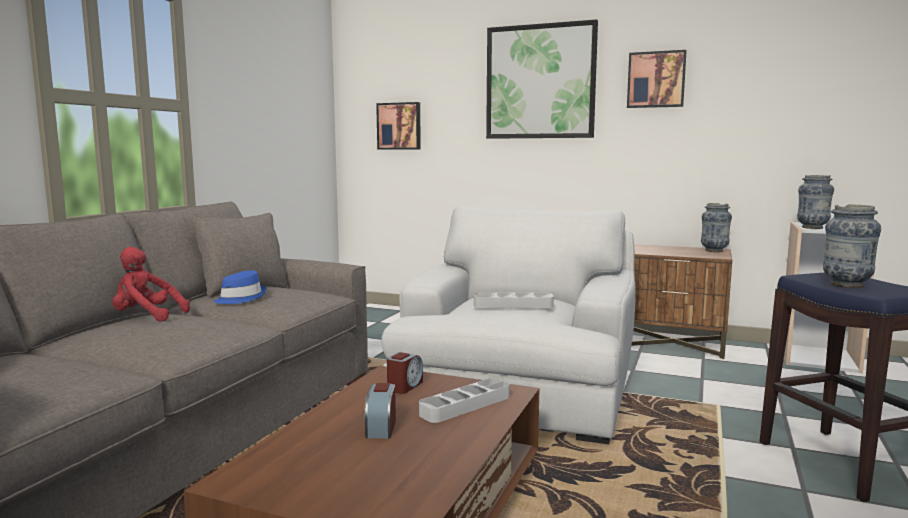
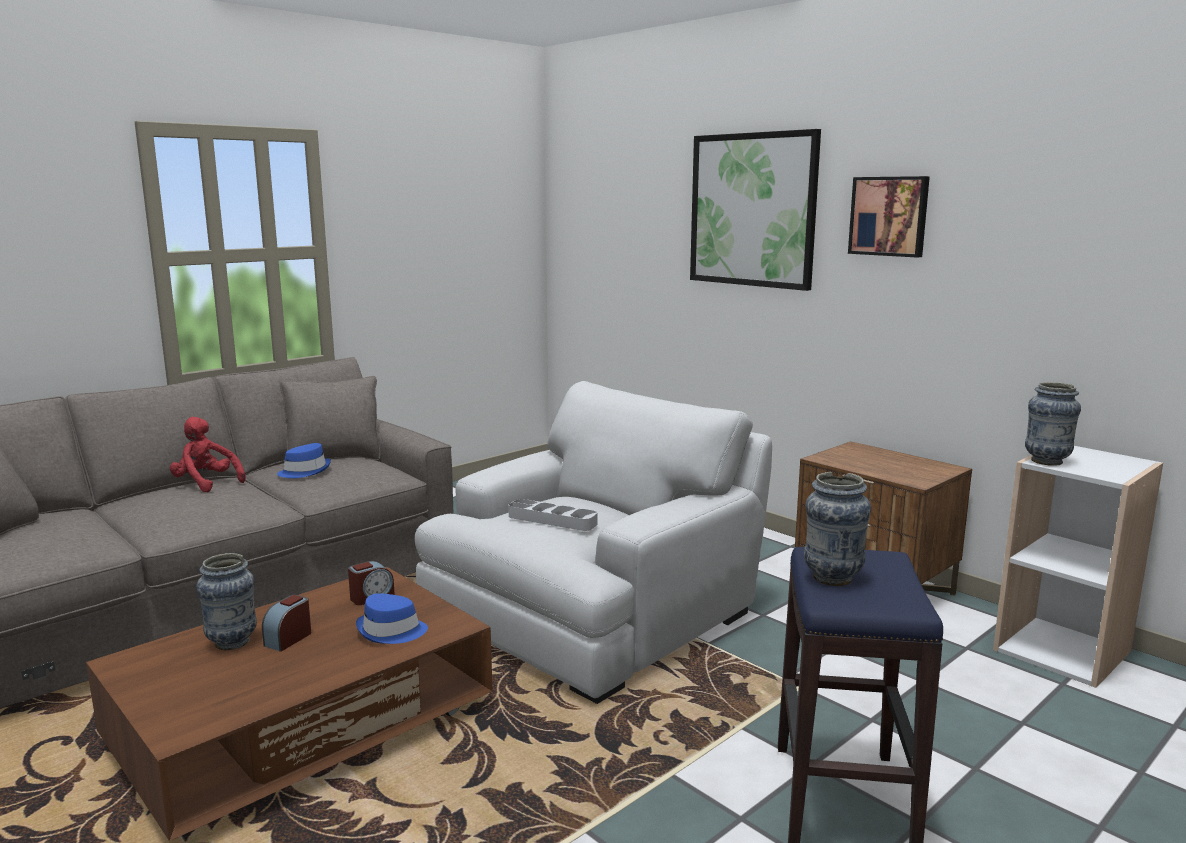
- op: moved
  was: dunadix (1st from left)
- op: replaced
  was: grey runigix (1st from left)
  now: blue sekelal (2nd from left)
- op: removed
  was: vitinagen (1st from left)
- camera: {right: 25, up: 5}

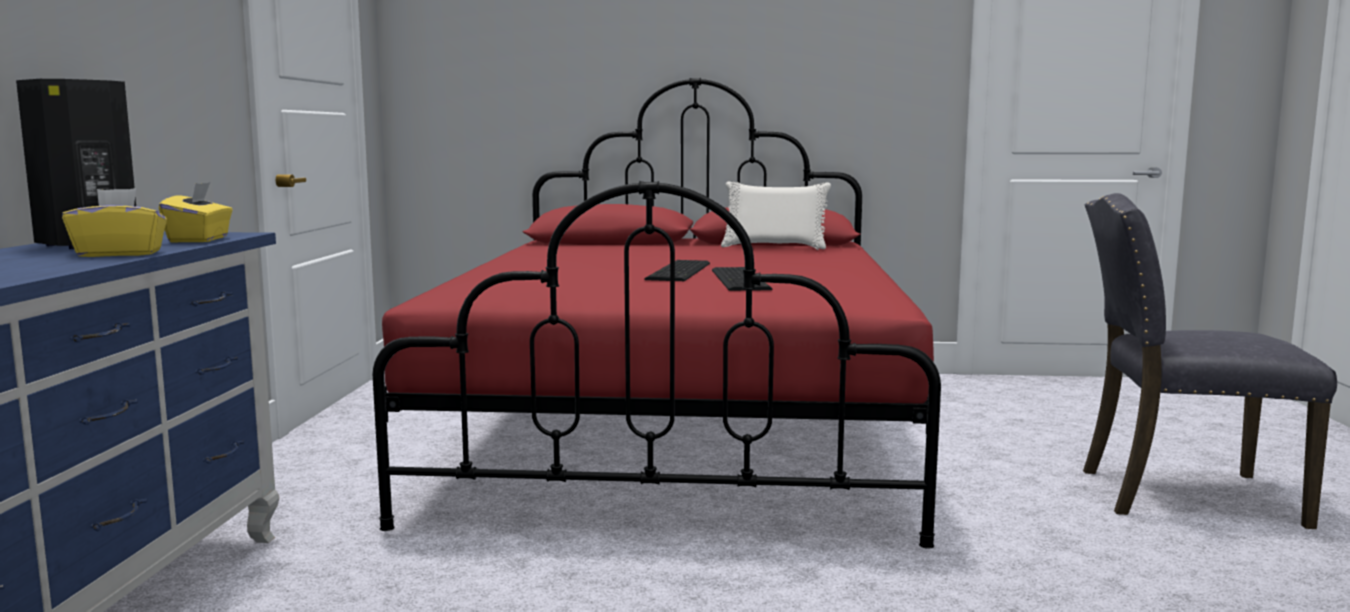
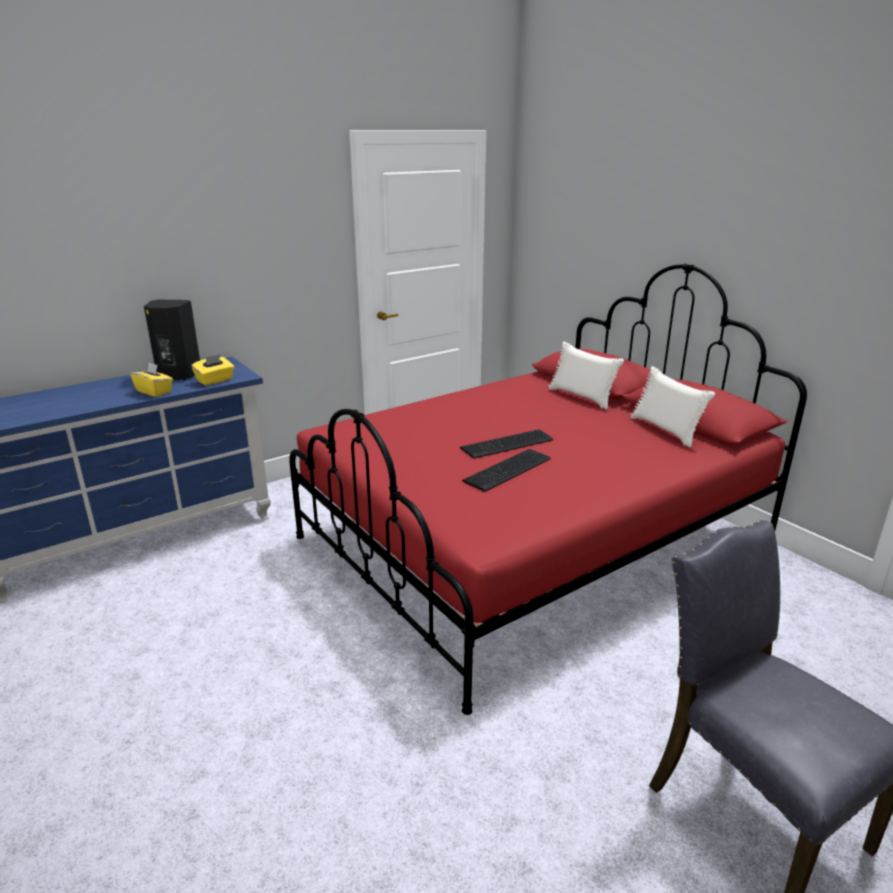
- op: added
  now: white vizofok (1st from left)
- camera: {right: 50, up: 15}

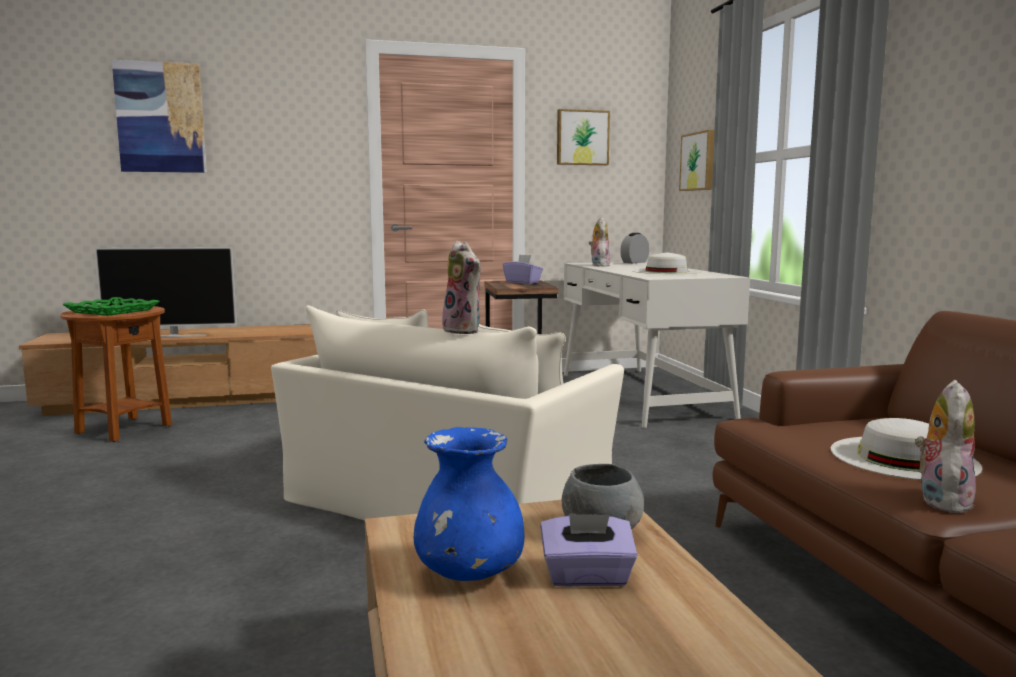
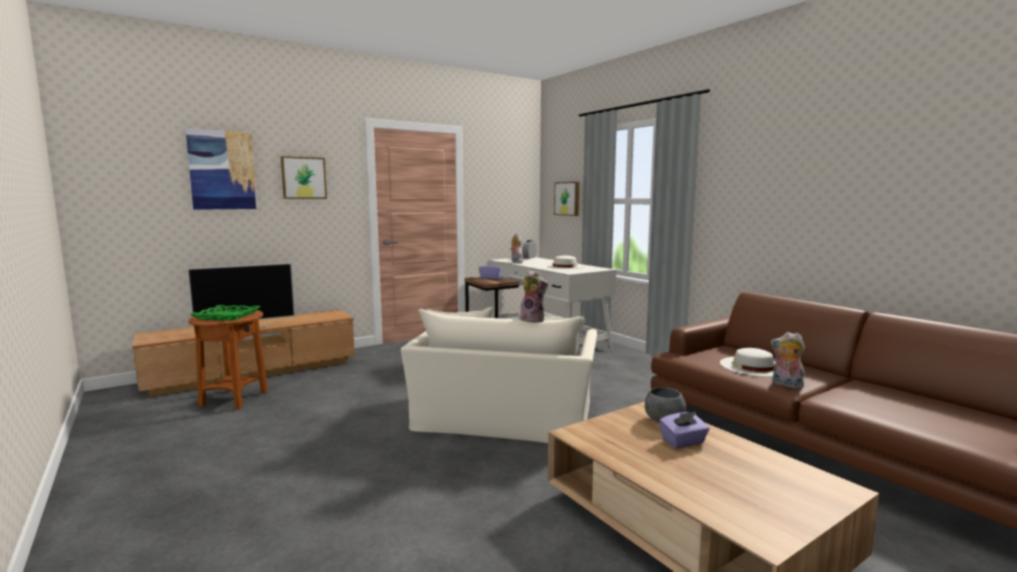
- op: moved
  was: vitinagen (2nd from left)
- op: turned
  was: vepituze (3rd from left)
  clockwise: -60
- op: removed
  was: blue dunadix
- camera: {right: -20, up: 0}

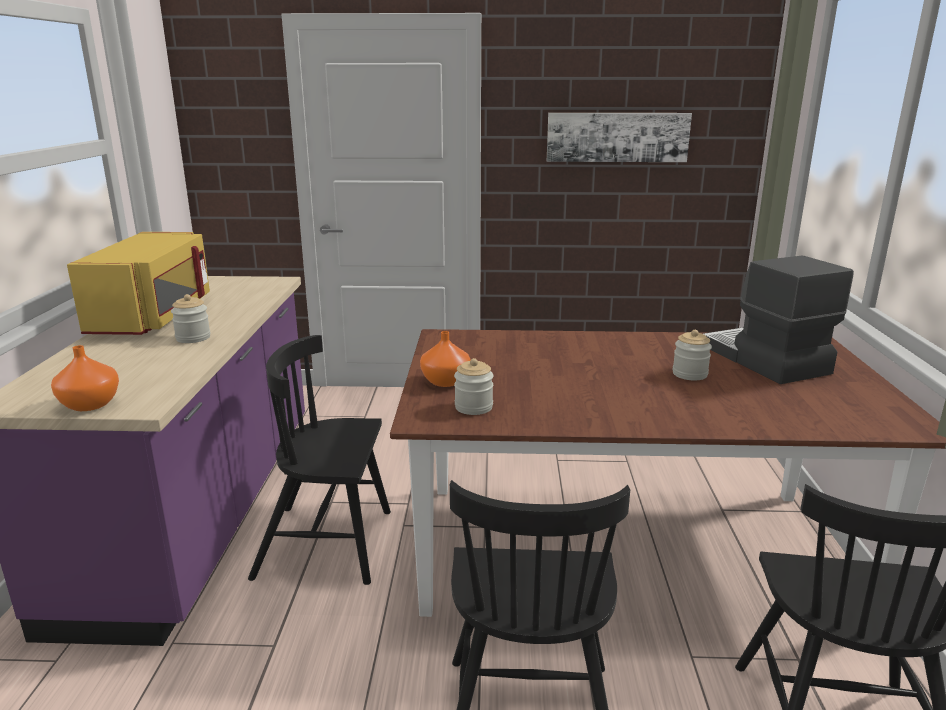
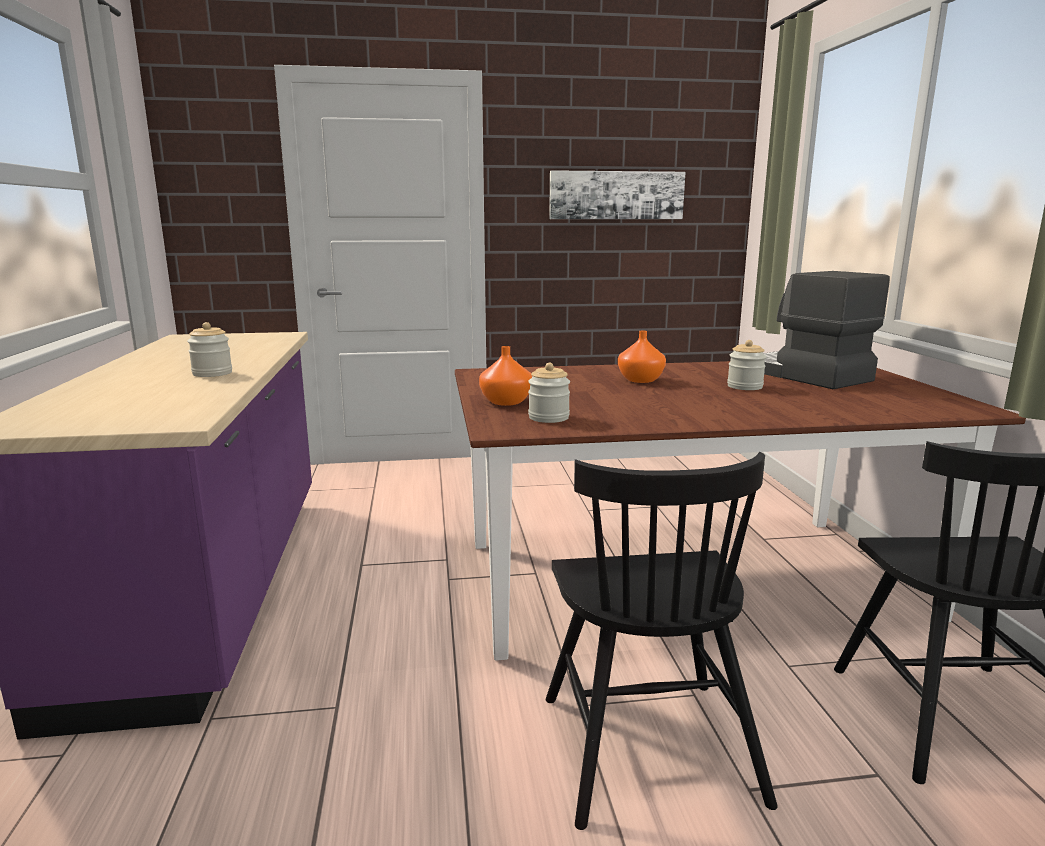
- op: moved
  was: orange dunadix (1st from left in the first image)
  now: orange dunadix (2nd from left)
- op: removed
  was: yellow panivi
- op: removed
  was: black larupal (1st from left)
- camera: {right: -10, up: -5}

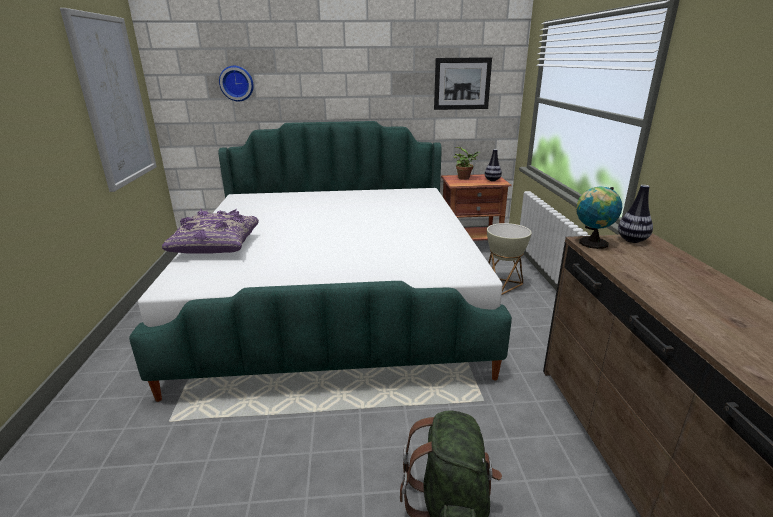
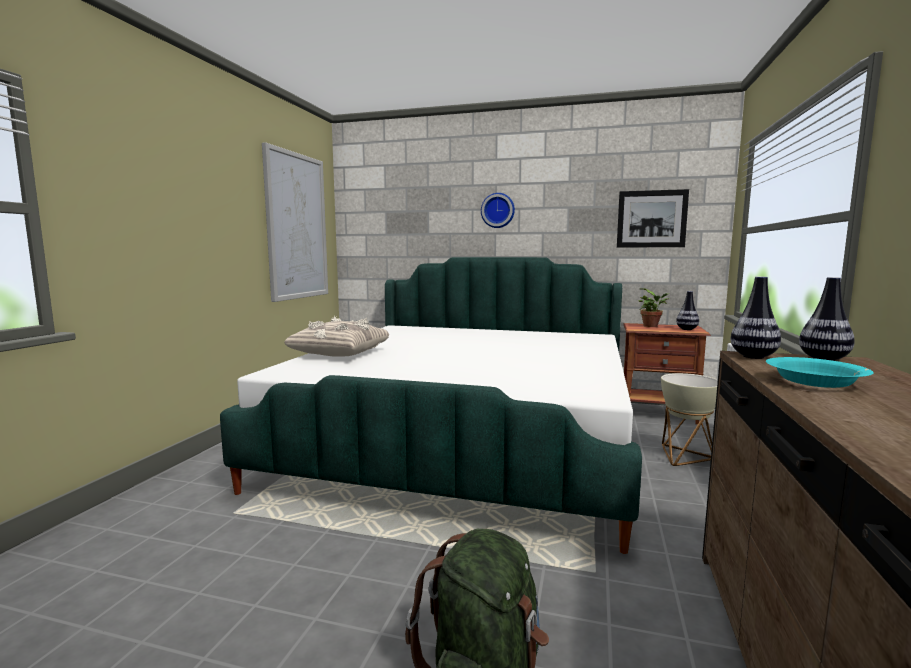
- op: recoloured
  was: purple vizofok
  now: beige vizofok
- op: moved
  was: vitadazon
- op: replaced
  was: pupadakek
  now: dunadix (2nd from left)
- op: added
  now: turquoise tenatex
- camera: {right: 20, up: -15}

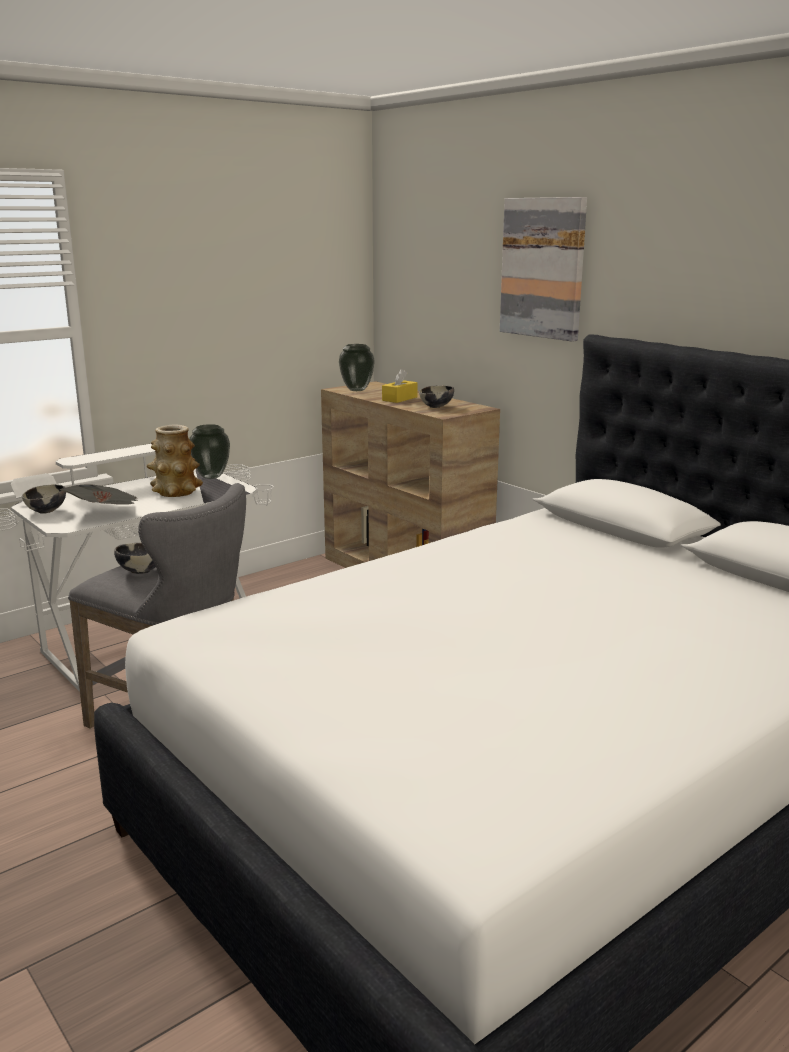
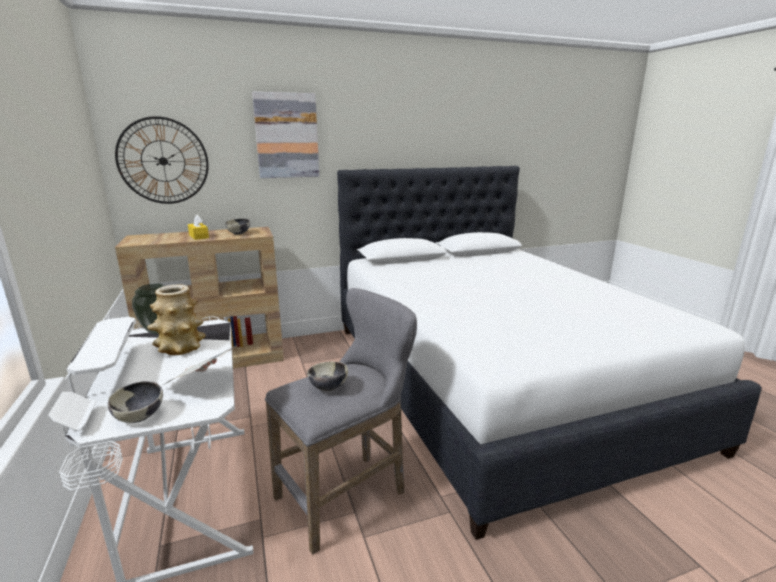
- op: added
  now: vitadazon
- op: removed
  was: dunadix (3rd from left)
- camera: {right: -70, up: 0}

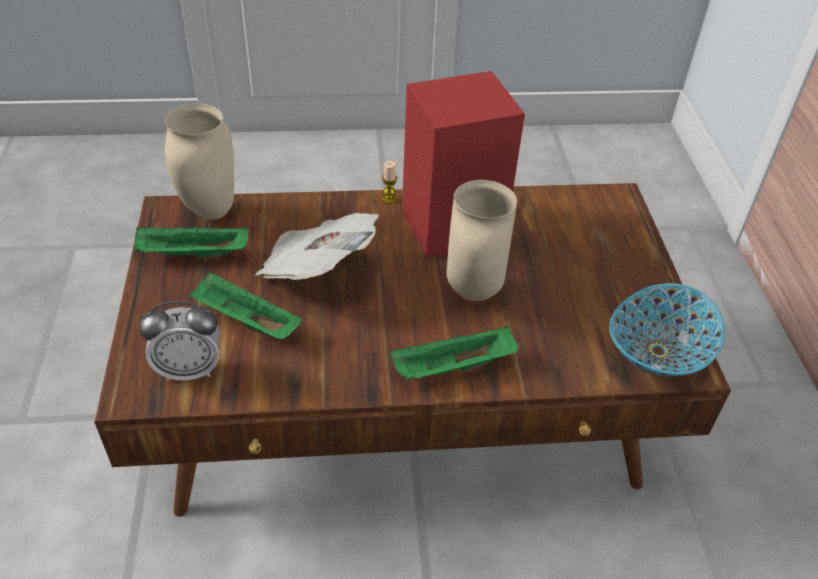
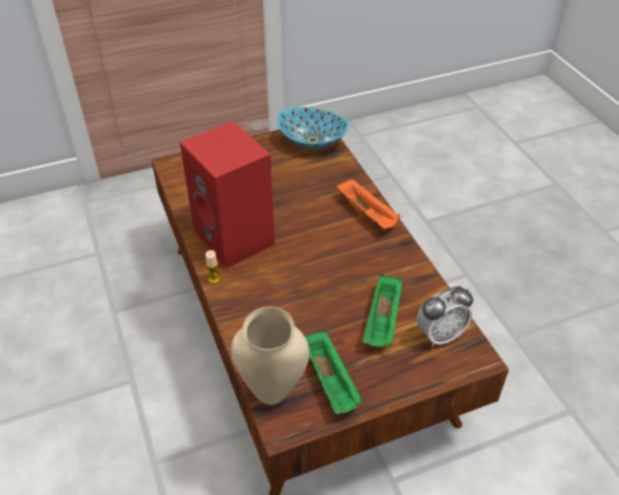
- op: recoloured
  was: green runigix (3rd from left)
  now: orange runigix
- op: turned
  was: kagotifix
  clockwise: 90
- op: removed
  was: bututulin
- op: removed
  was: beige dunadix (2nd from left)
- camera: {right: -105, up: 0}

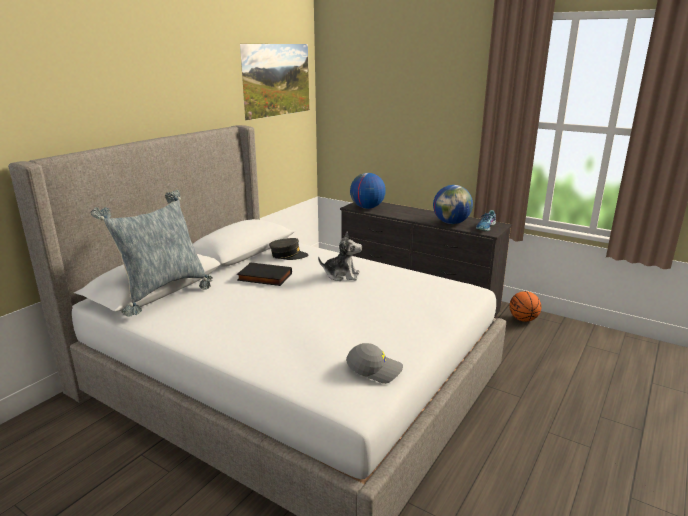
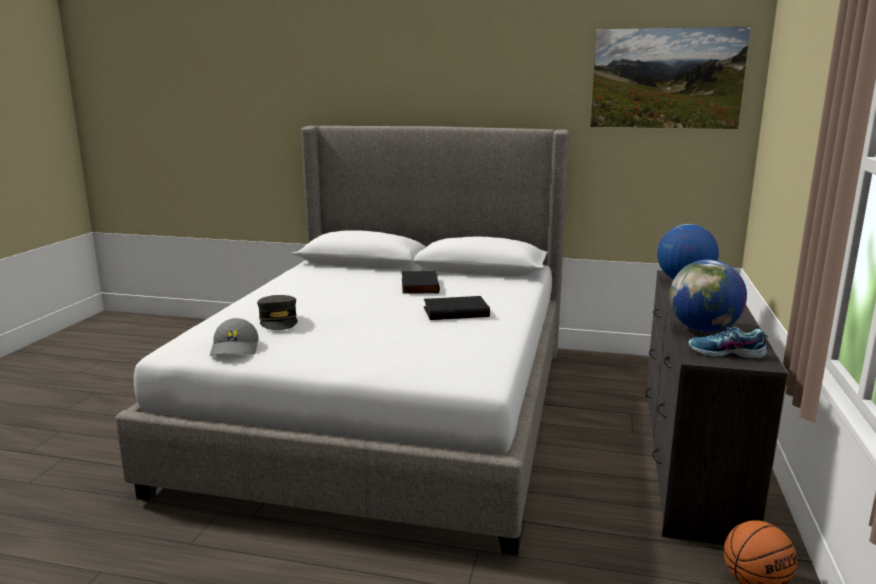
- op: moved
  was: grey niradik (1st from left in the first image)
  now: grey niradik (2nd from left)
- op: replaced
  was: vepituze
  now: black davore (2nd from left)
- op: removed
  was: vizofok
- camera: {right: 70, up: -5}

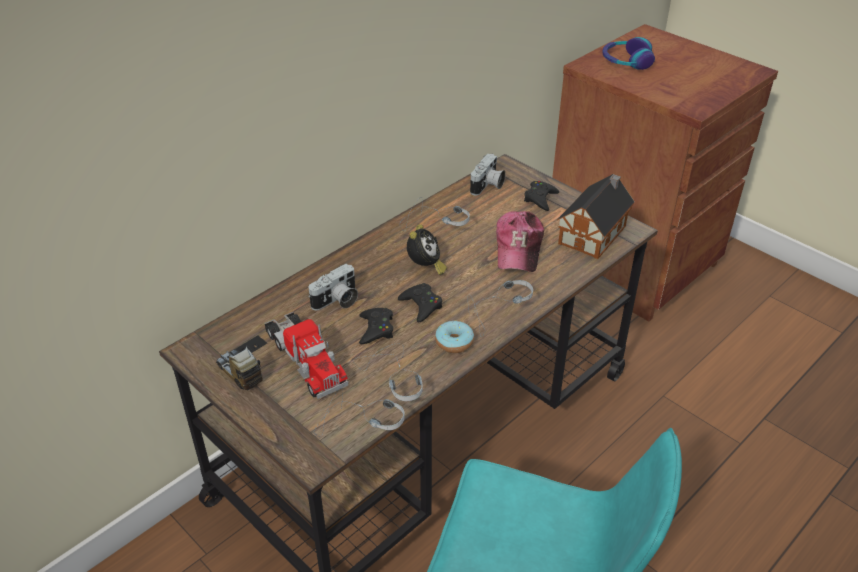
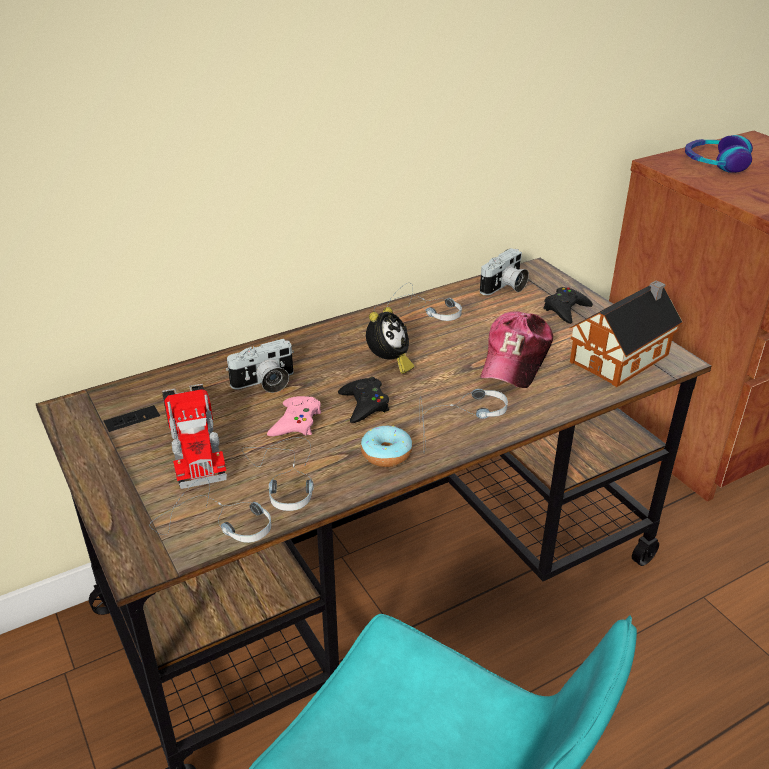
- op: recoloured
  was: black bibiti (1st from left)
  now: pink bibiti
- op: removed
  was: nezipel (1st from left)
- camera: {right: 15, up: -5}

